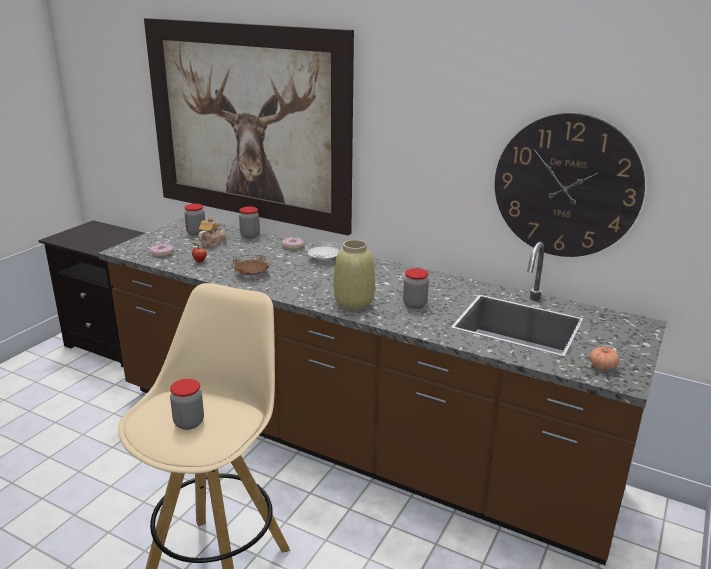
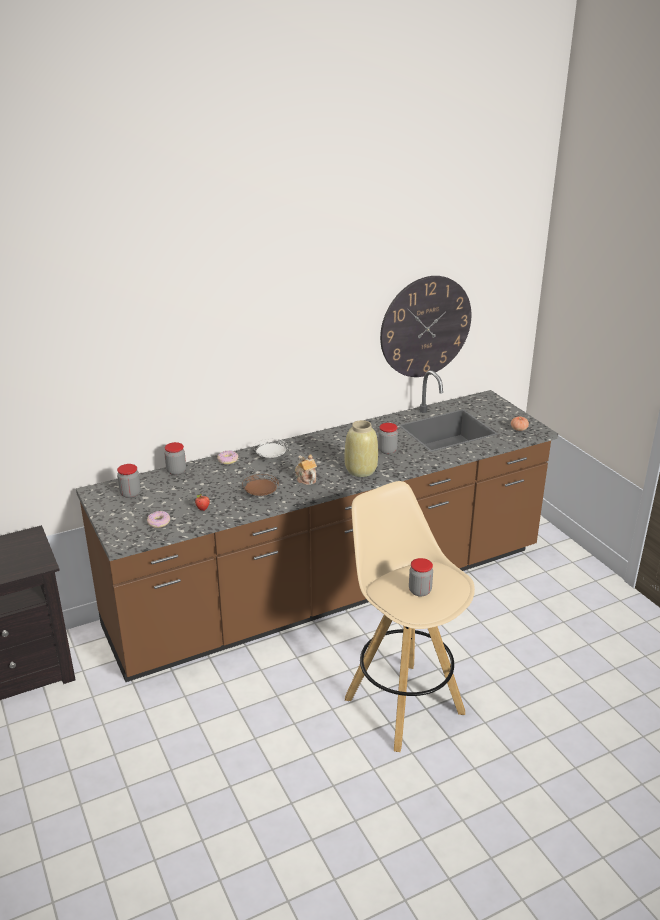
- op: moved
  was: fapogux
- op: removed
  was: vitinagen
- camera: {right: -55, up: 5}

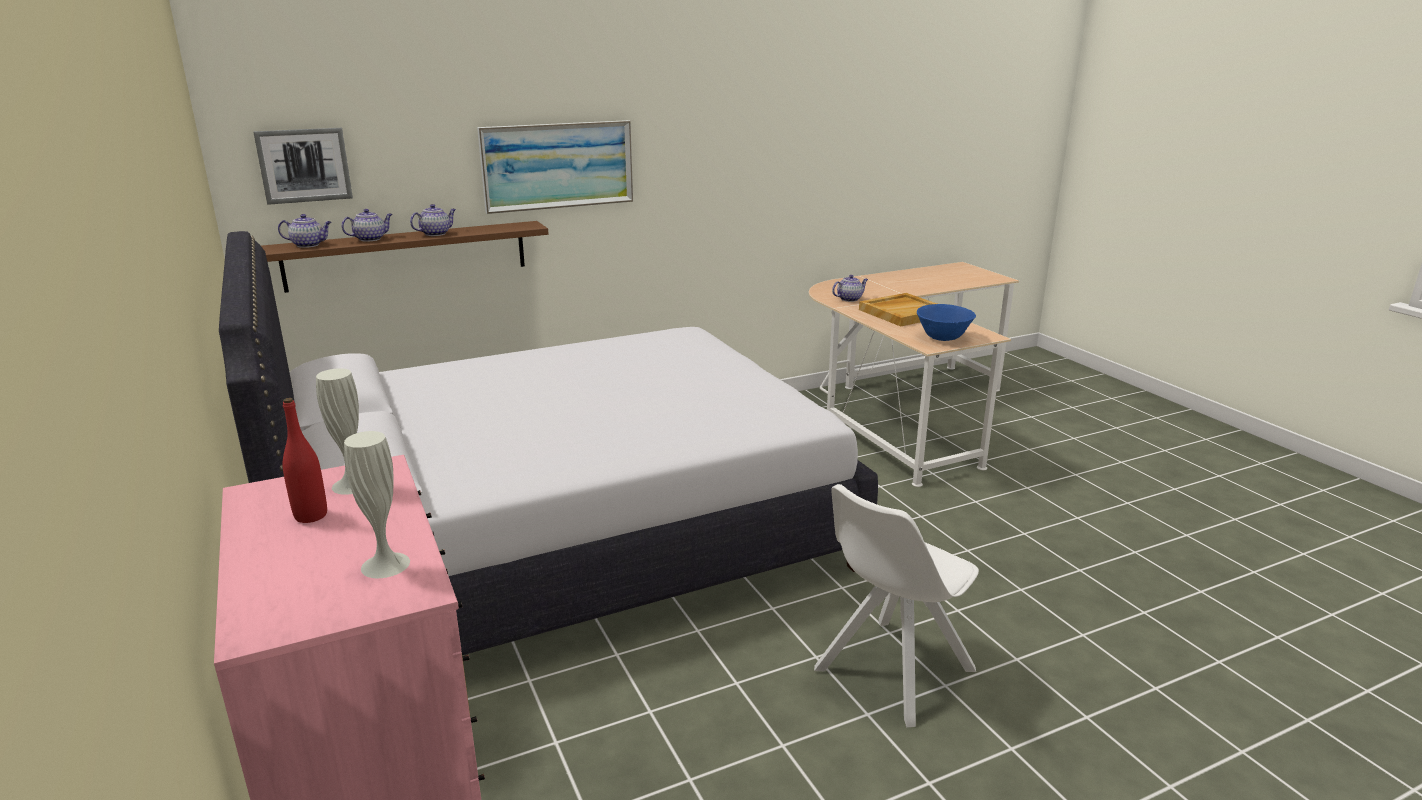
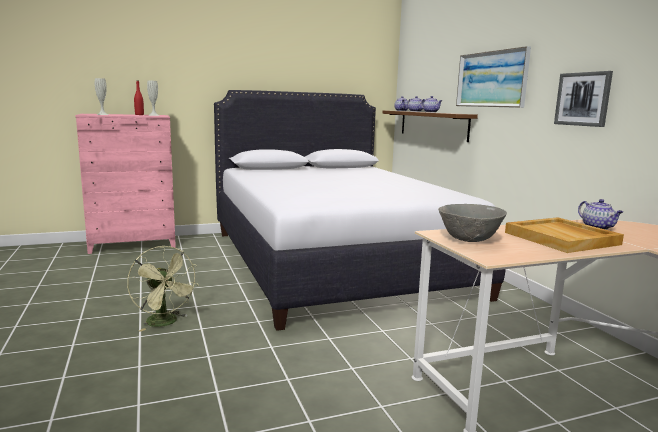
- op: replaced
  was: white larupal
  now: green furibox
- op: recoloured
  was: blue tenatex
  now: grey tenatex
- op: moved
  was: vitinagen (1st from left in the first image)
  now: vitinagen (2nd from left)
- camera: {right: 95, up: -10}

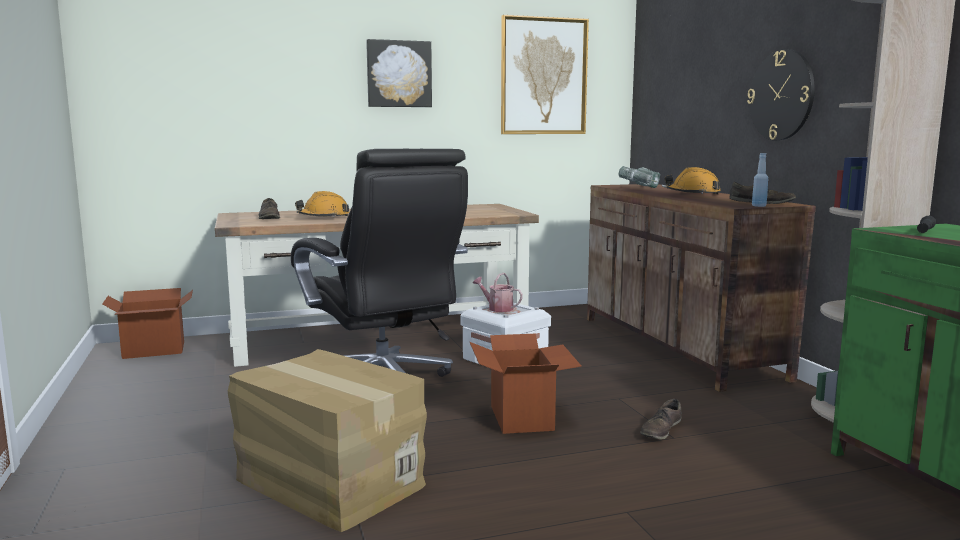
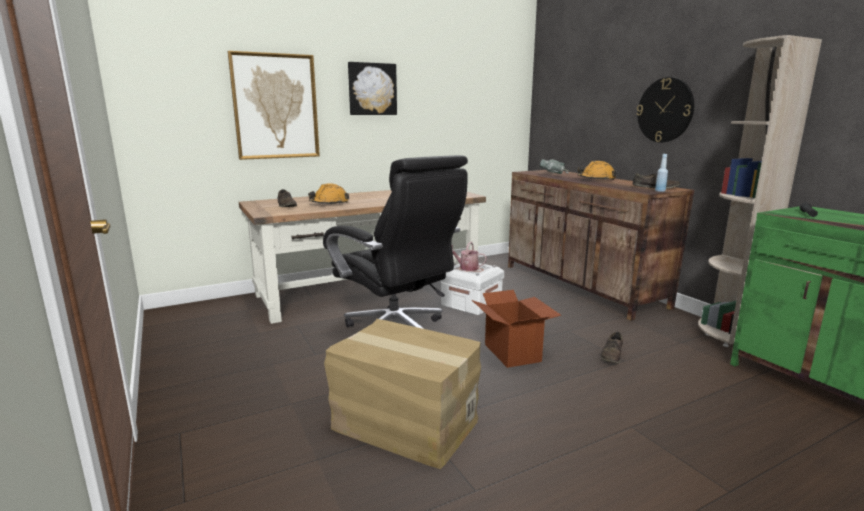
- op: moved
  was: vitinagen (2nd from left in the first image)
  now: vitinagen (1st from left)
- op: removed
  was: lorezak (1st from left)
- camera: {right: -10, up: 5}

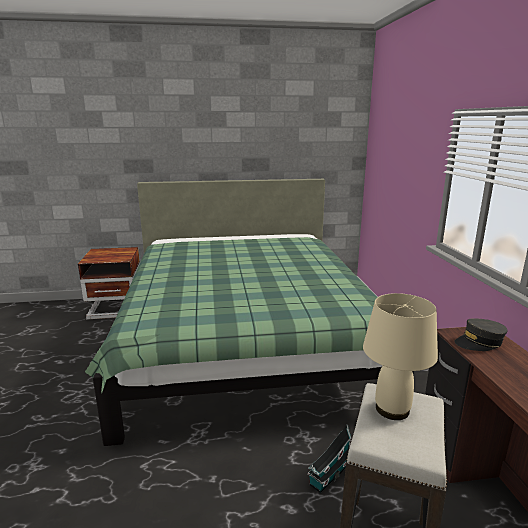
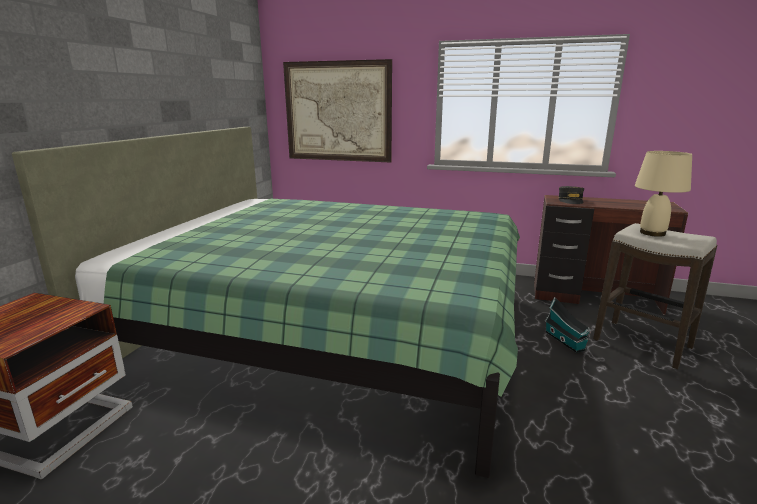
- op: added
  now: vitinagen
- camera: {right: -65, up: 0}

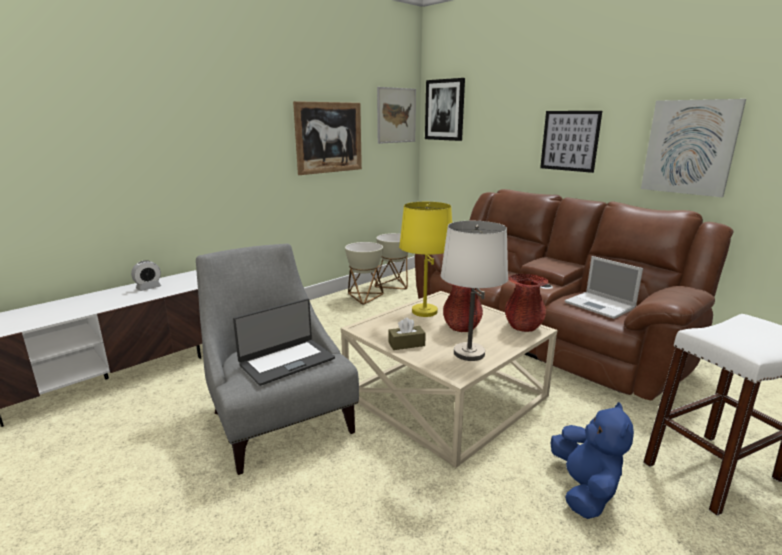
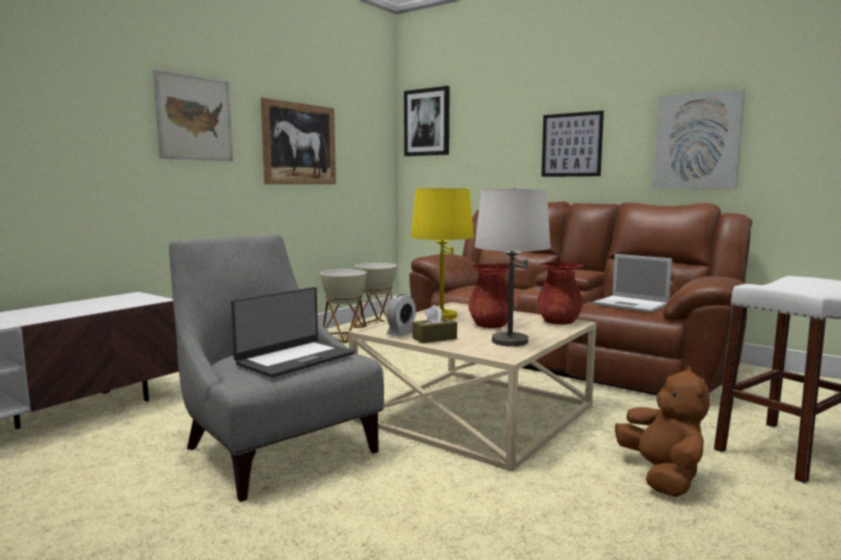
- op: moved
  was: vitinagen (2nd from left in the first image)
  now: vitinagen (1st from left)
- op: moved
  was: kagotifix
- op: recoloured
  was: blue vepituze
  now: brown vepituze
- camera: {right: -10, up: -10}

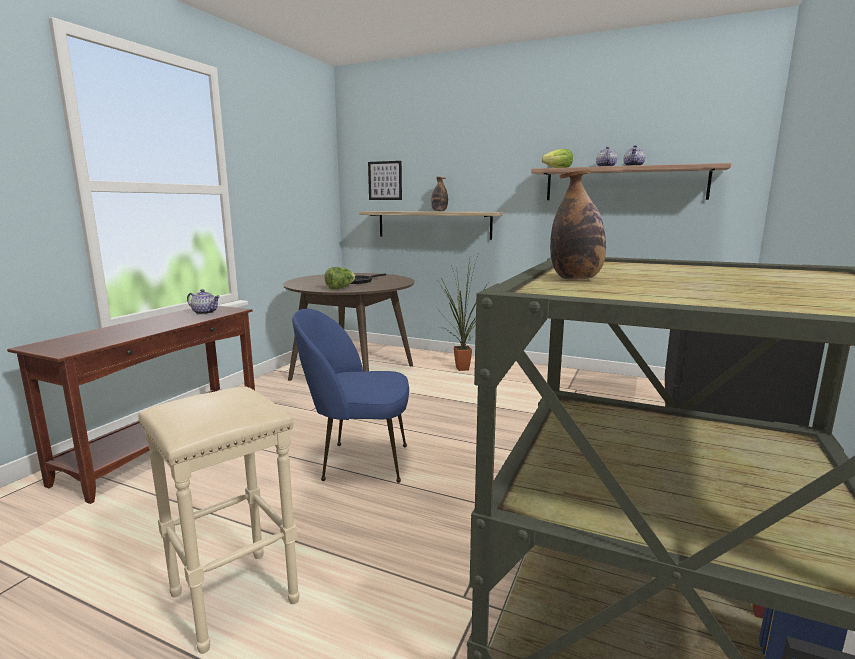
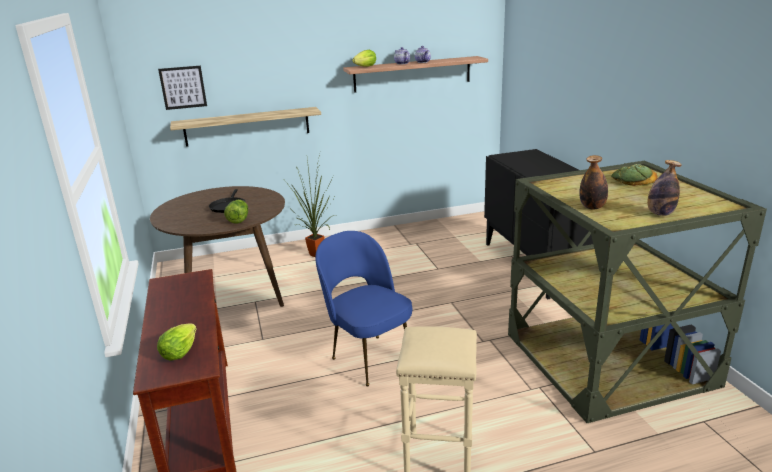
- op: added
  now: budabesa (1st from left)
- op: turned
  was: blue larupal
  clockwise: 90
- op: added
  now: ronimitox
- op: moved
  was: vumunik (1st from left in the first image)
  now: vumunik (2nd from left)
- op: removed
  was: fapogux (1st from left)
- camera: {right: -40, up: 10}

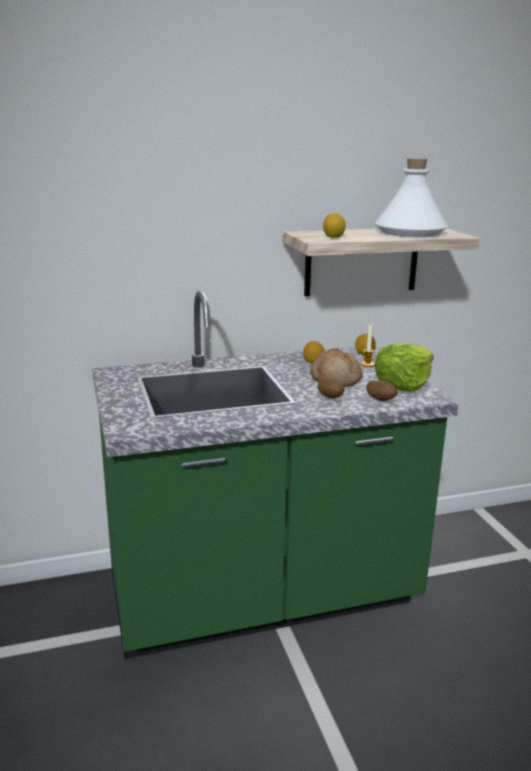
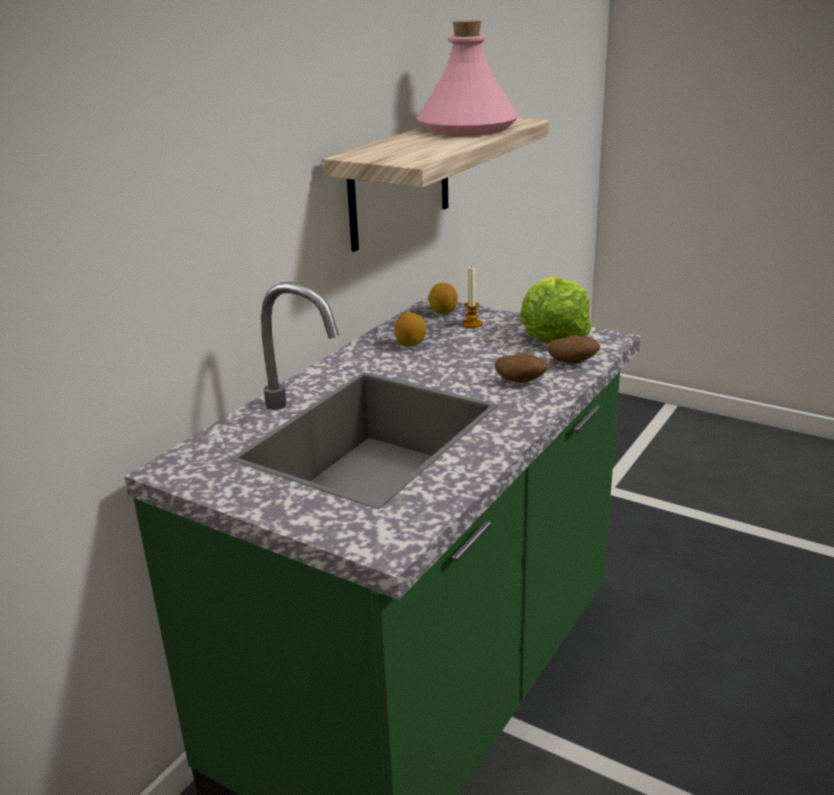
- op: recoloured
  was: white vumunik
  now: pink vumunik
- op: removed
  was: ronimitox
- op: removed
  was: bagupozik (2nd from left)
- camera: {right: -40, up: 5}

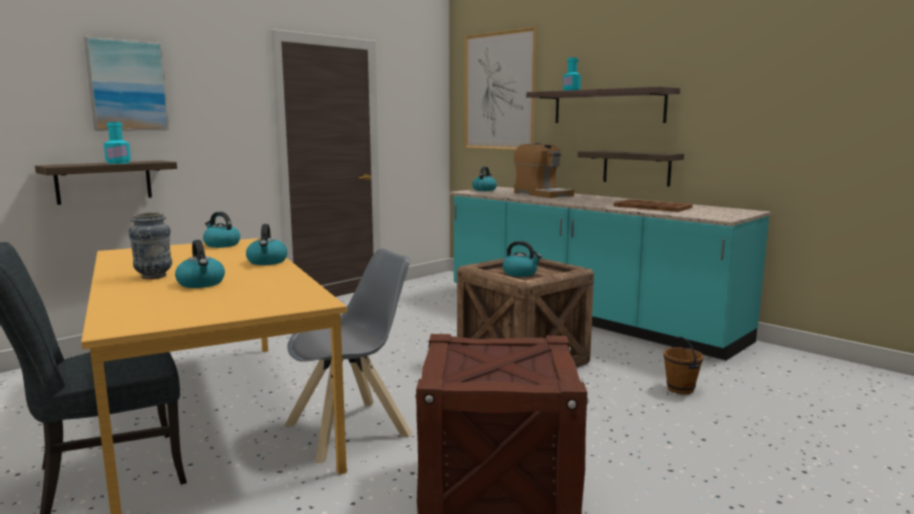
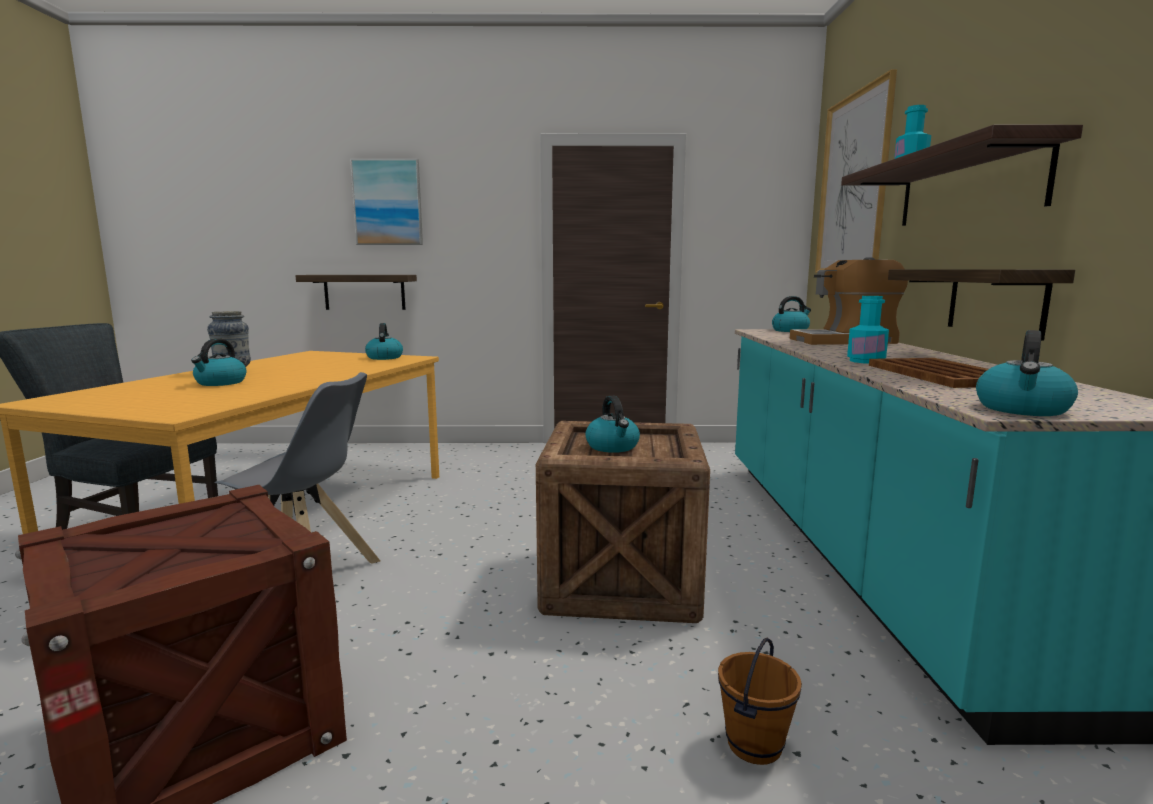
- op: turned
  was: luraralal
  clockwise: 75
- op: moved
  was: turquoise vumunik (1st from left)
- op: moved
  was: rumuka (3rd from left in the first image)
  now: rumuka (5th from left)
- camera: {right: 45, up: 0}

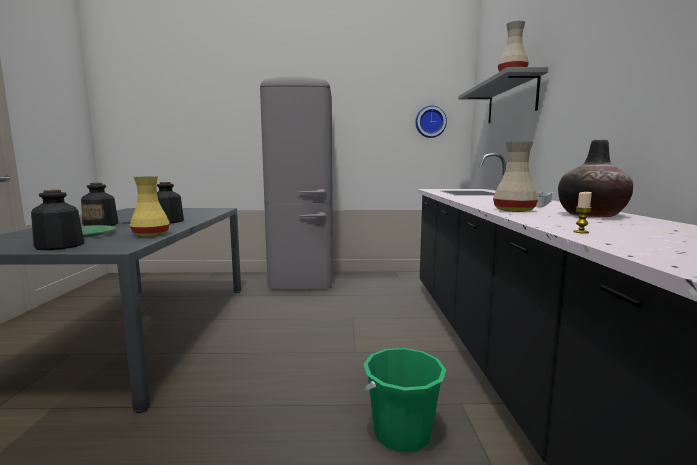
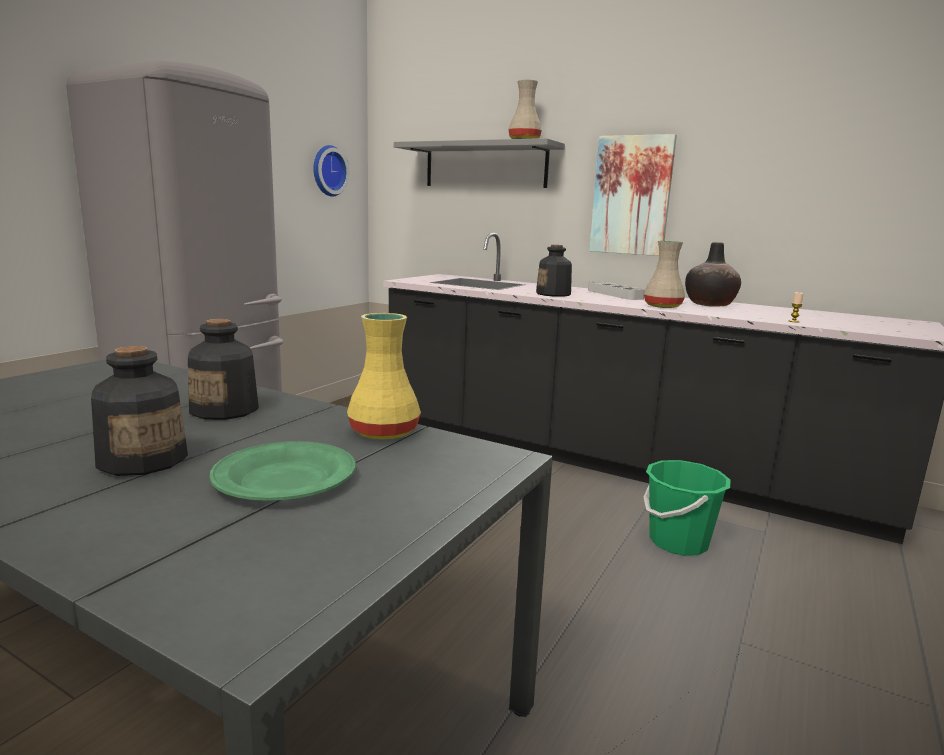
- op: moved
  was: vumunik (1st from left in the first image)
  now: vumunik (3rd from left)
- op: added
  now: vitinagen
- camera: {right: -60, up: 5}

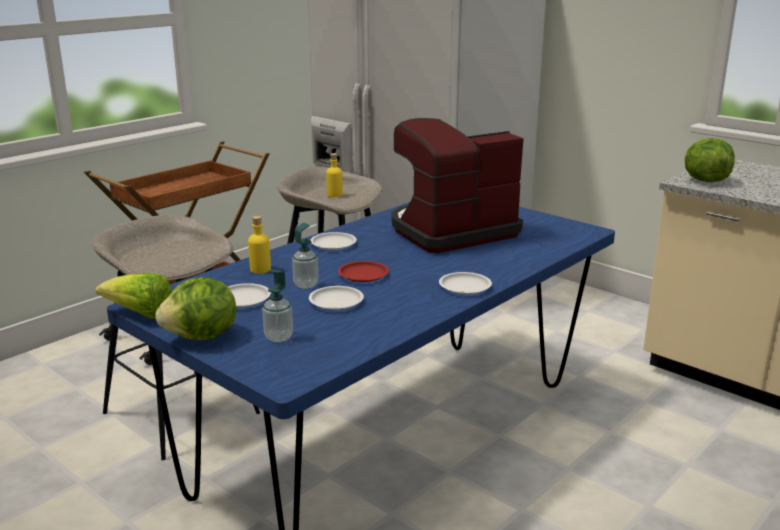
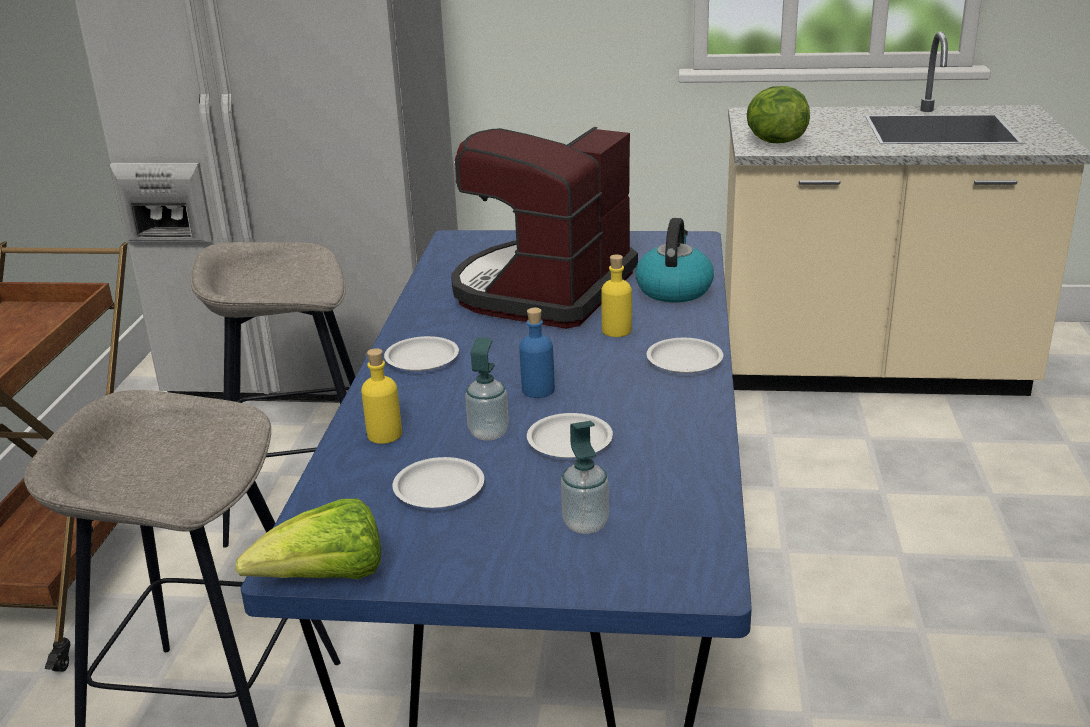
- op: replaced
  was: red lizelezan
  now: blue vumunik
- op: moved
  was: yellow vumunik (2nd from left)
- op: added
  now: rumuka
- op: removed
  was: budabesa (2nd from left)
- camera: {right: -35, up: 5}

